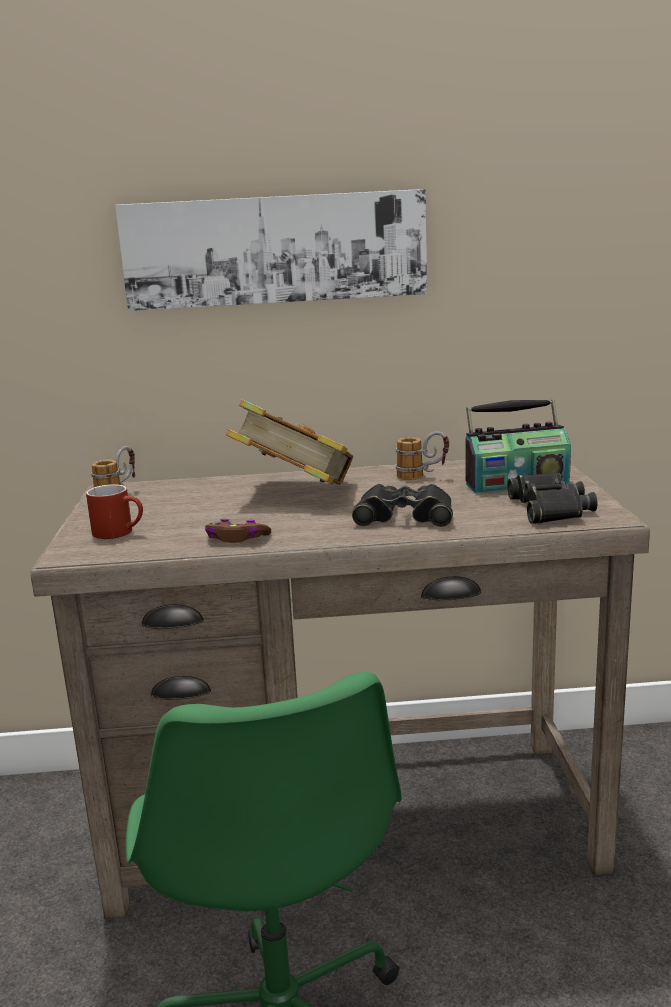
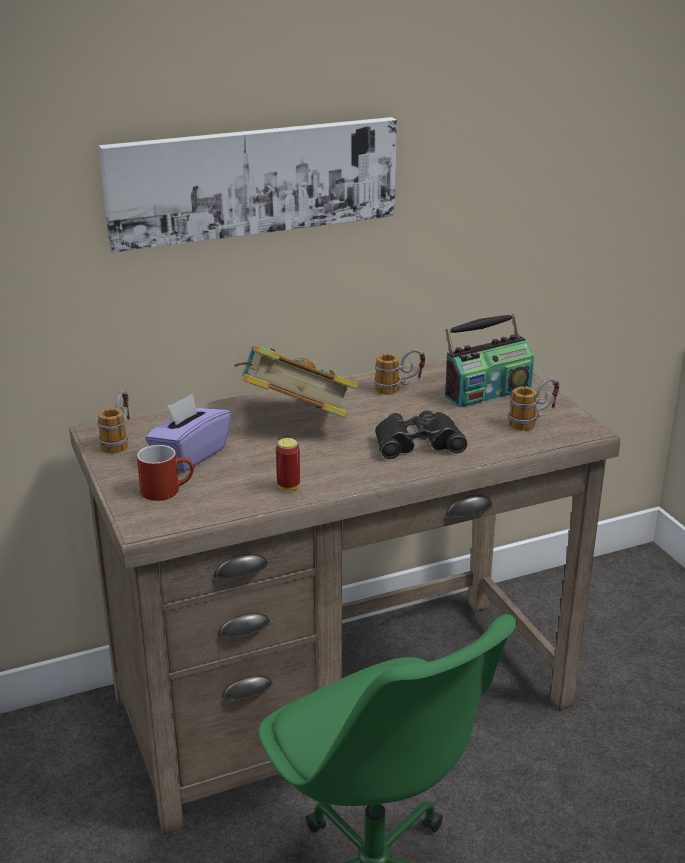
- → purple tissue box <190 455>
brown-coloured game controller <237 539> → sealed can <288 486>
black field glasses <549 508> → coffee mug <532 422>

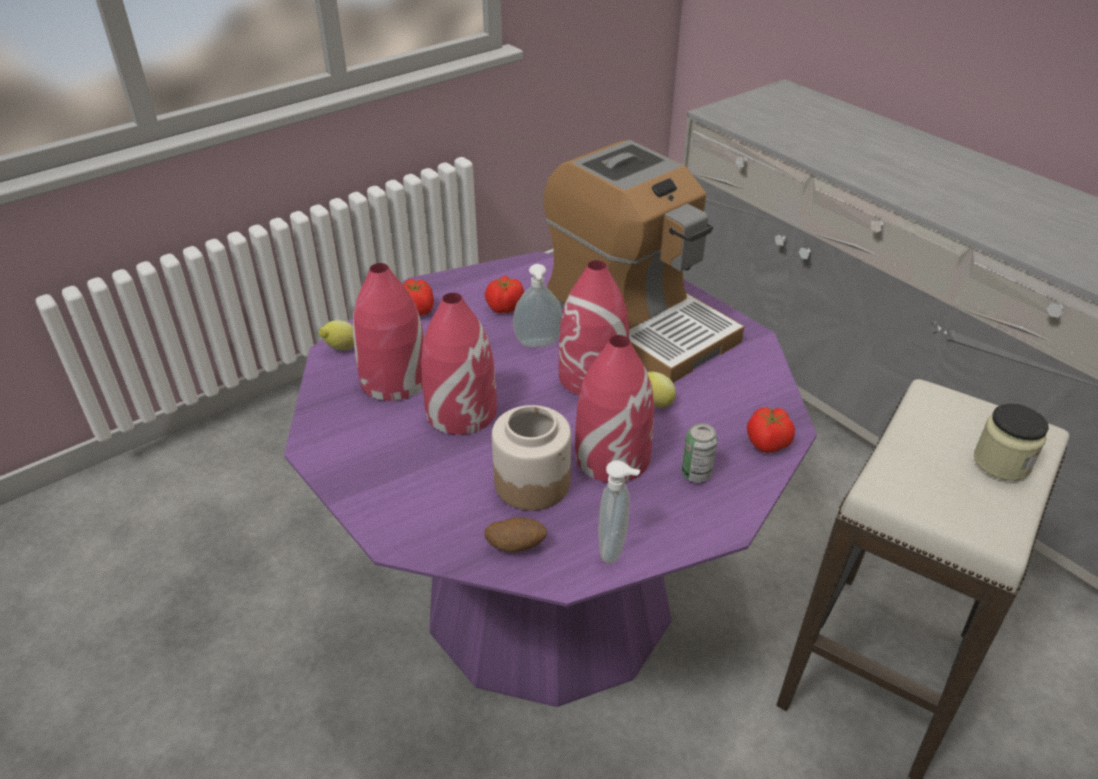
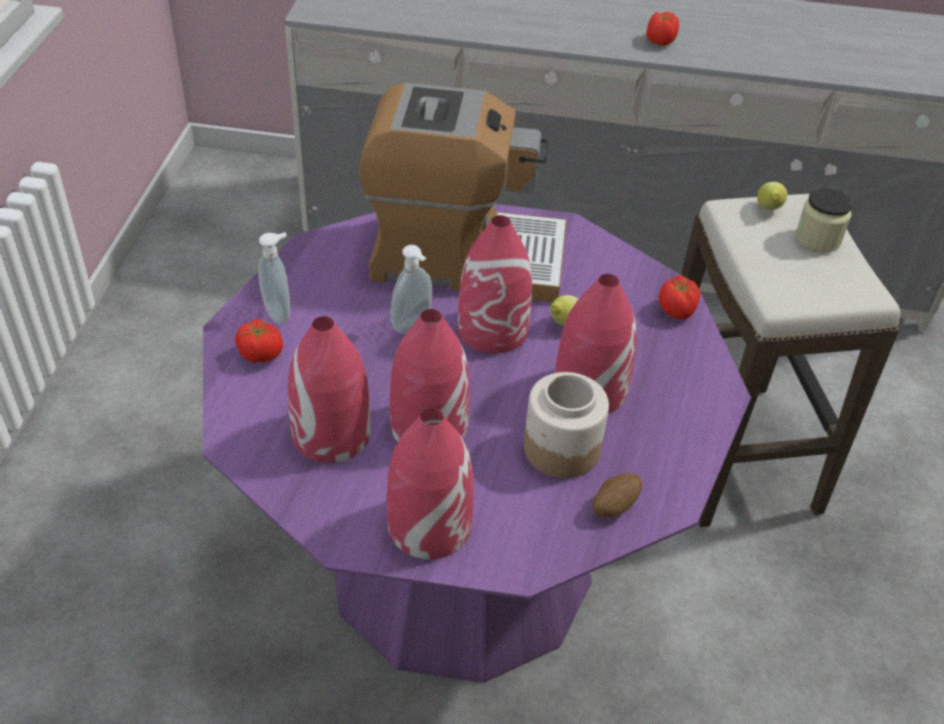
sealed can <696 474> → -
- → red-coloured flower vase <428 525>
citrus fruit <341 349> → citrus fruit <768 209>, relocated
tomato <504 307> → tomato <659 41>, relocated
liquid soap bottle <615 548> → liquid soap bottle <279 312>, relocated

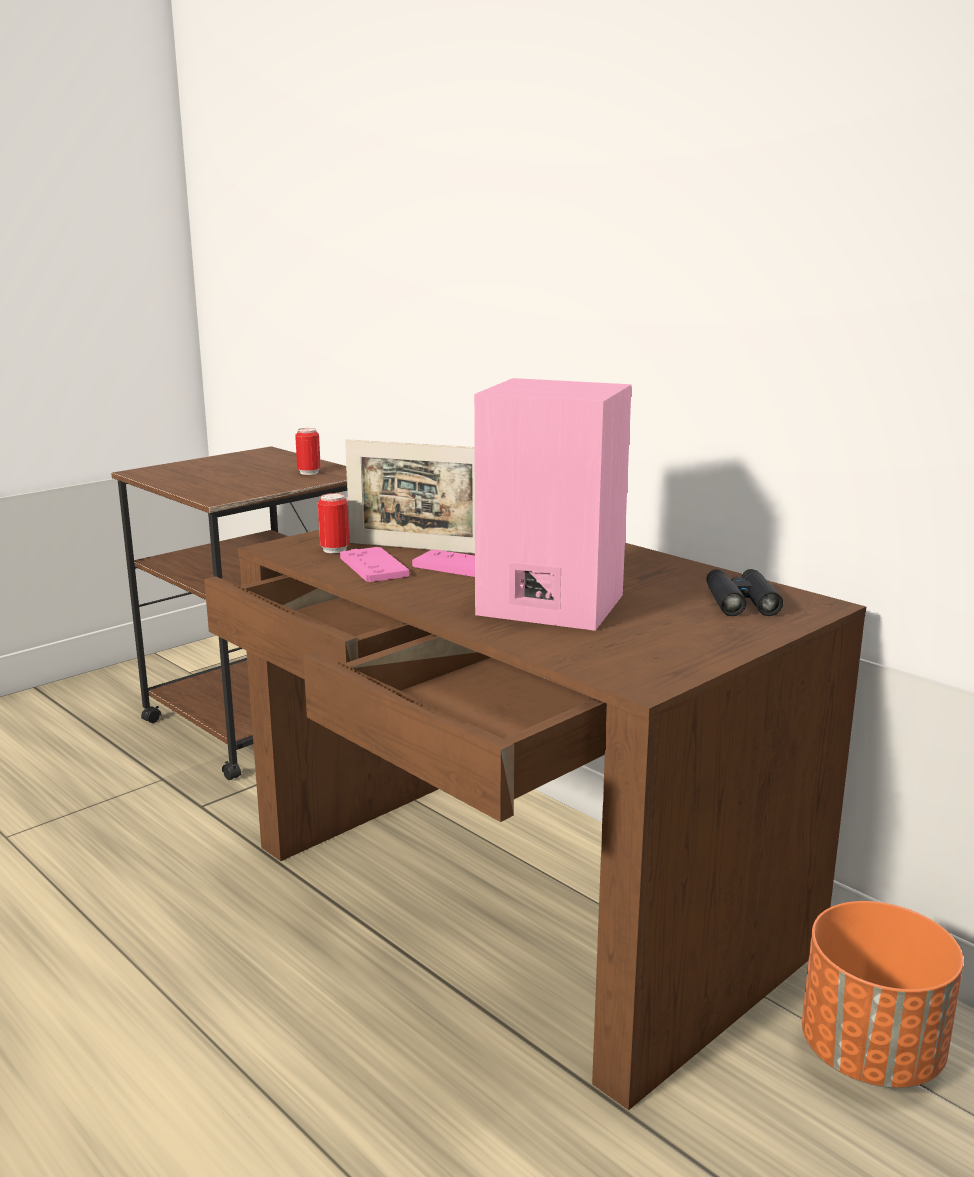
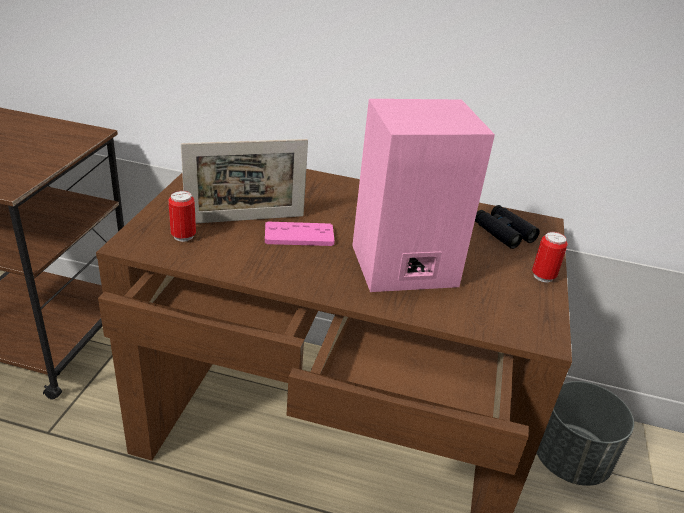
pink-coloured game controller <373 566> → -
sealed can <309 472> → sealed can <543 276>, relocated
orange plant pot <872 1053> → gray plant pot <570 460>

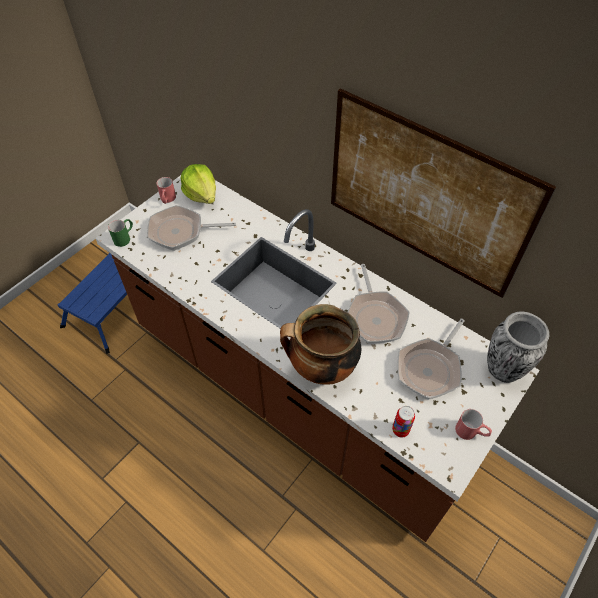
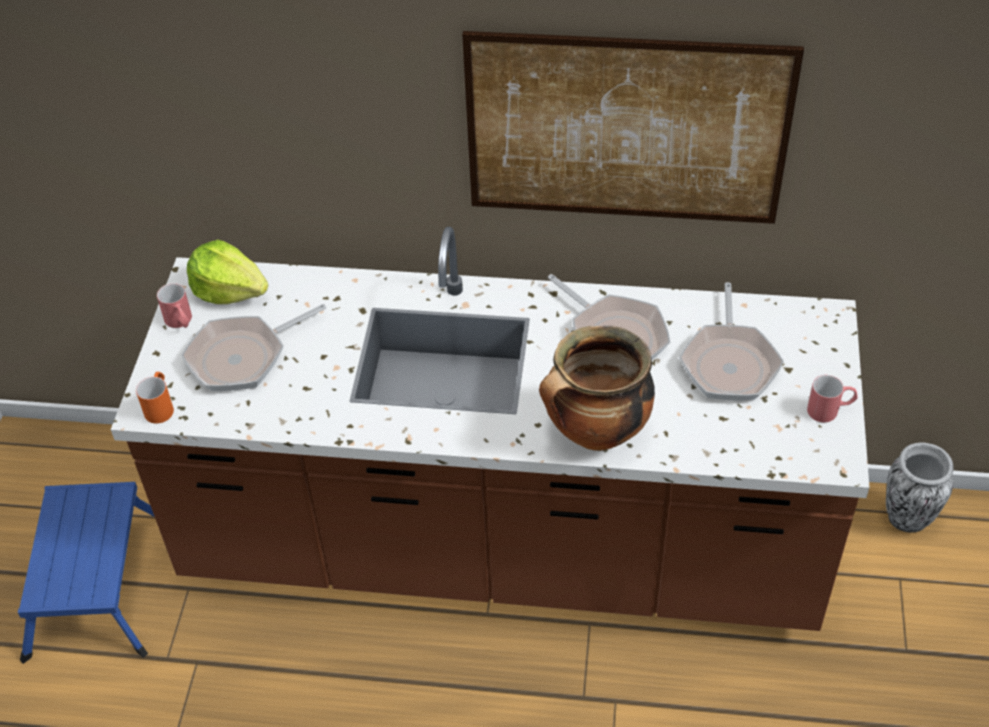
sealed can <400 430> → -
flower vase <503 370> → flower vase <907 518>, relocated
green coffee mug <125 237> → orange coffee mug <160 406>

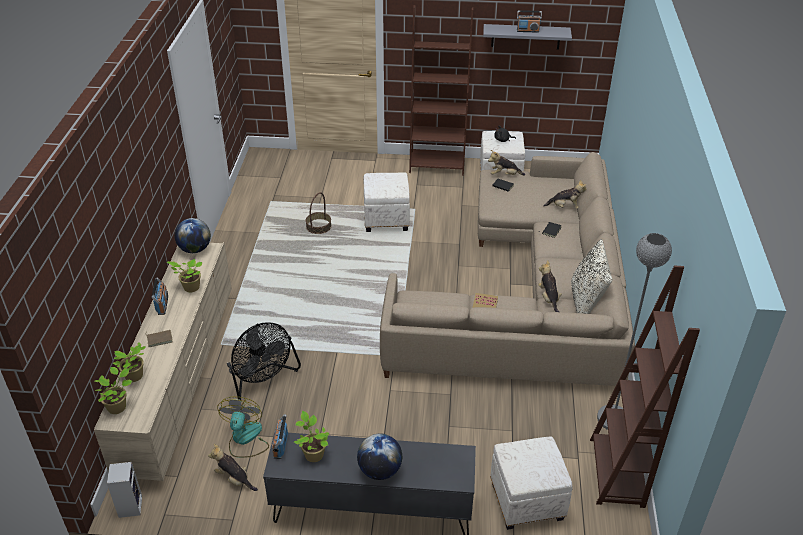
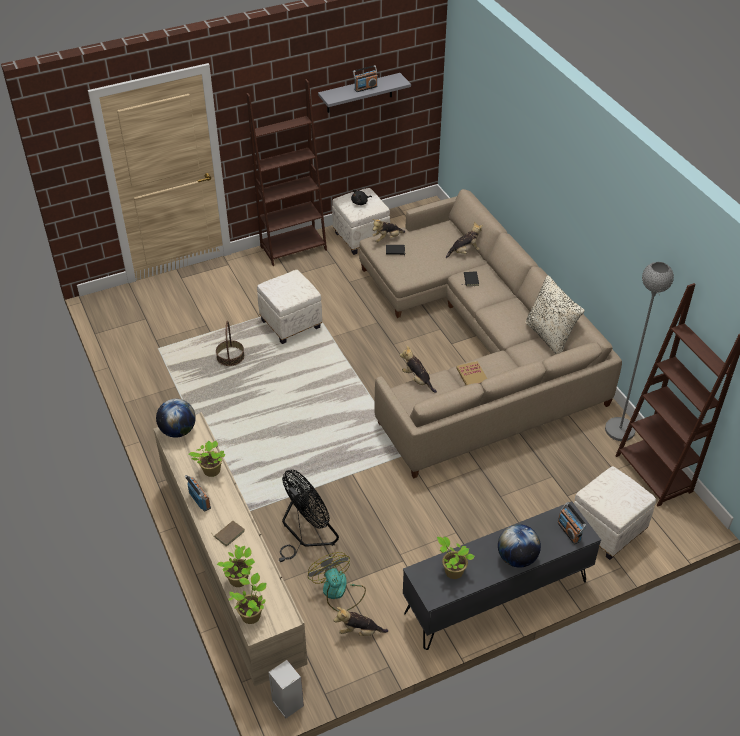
radio <280 445> → radio <569 532>, relocated
cuddly toy <548 298> → cuddly toy <417 380>, relocated
black fan <259 379> → black fan <303 531>, 60 degrees counterclockwise

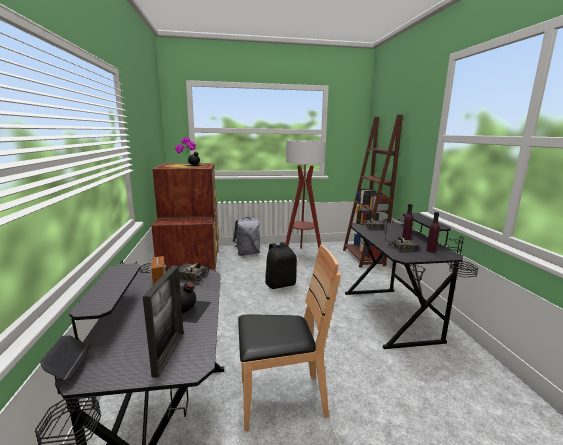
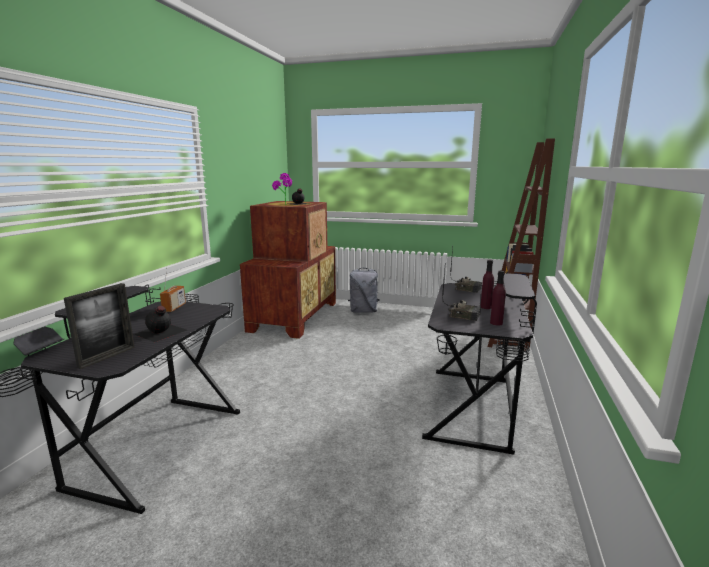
radio <191 278> → -
brown-coloured chair <281 399> → -
black rucksack <280 284> → -
standard lamp <302 255> → -

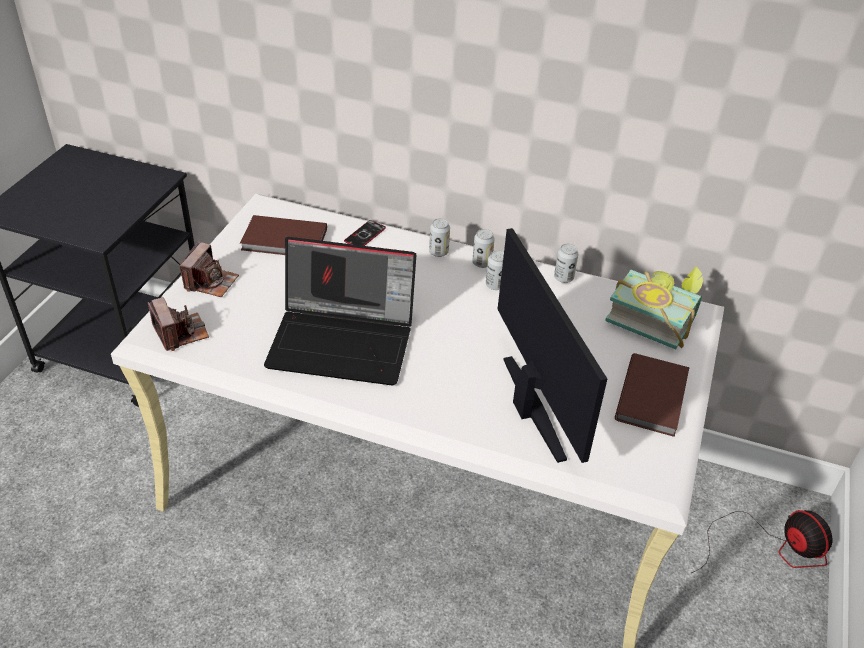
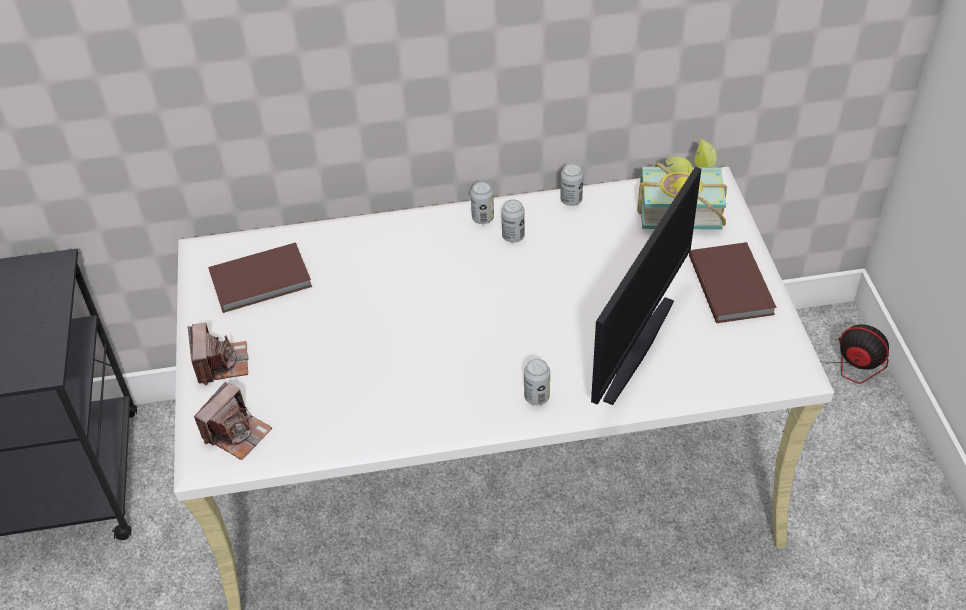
notebook computer <344 341> → -
phone <365 235> → -
sealed can <438 252> → sealed can <537 397>, relocated
photo camera <181 333> → photo camera <237 433>, 90 degrees clockwise
computer screen <528 408> → computer screen <634 348>, 75 degrees clockwise

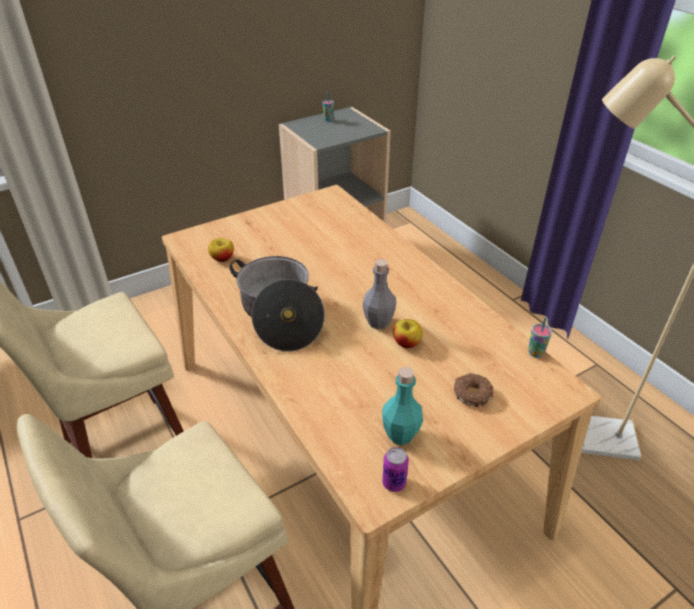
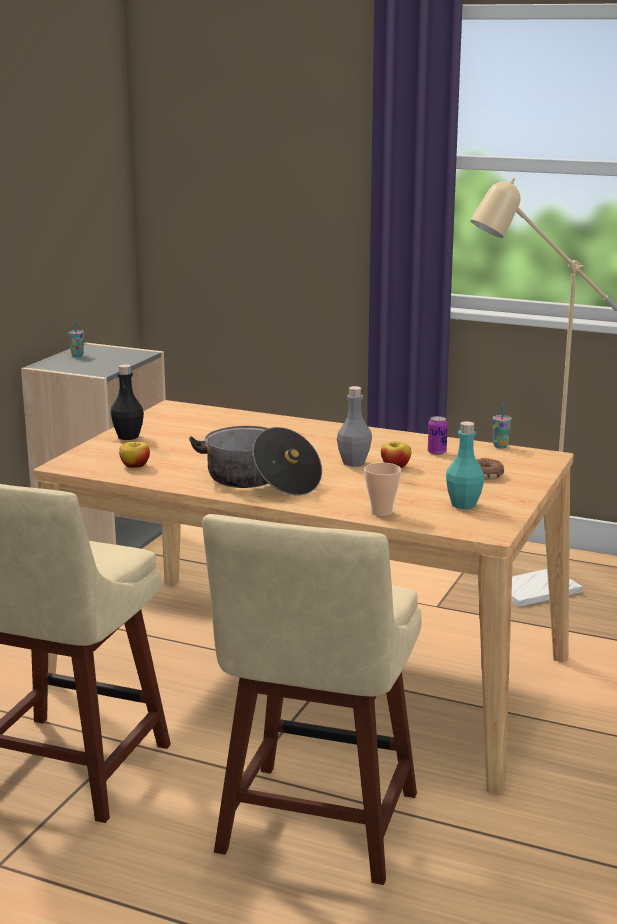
- → black bottle <128 436>
- → small cup <381 512>
sealed can <394 483> → sealed can <437 452>, relocated

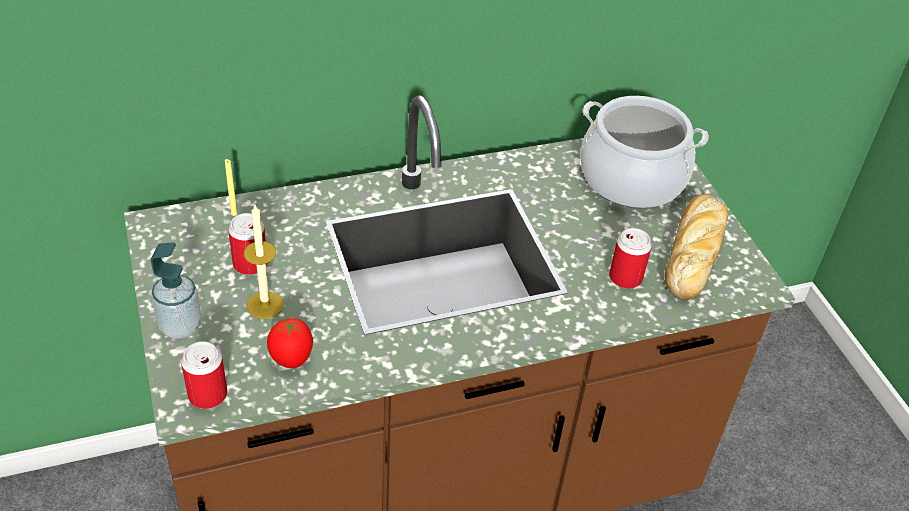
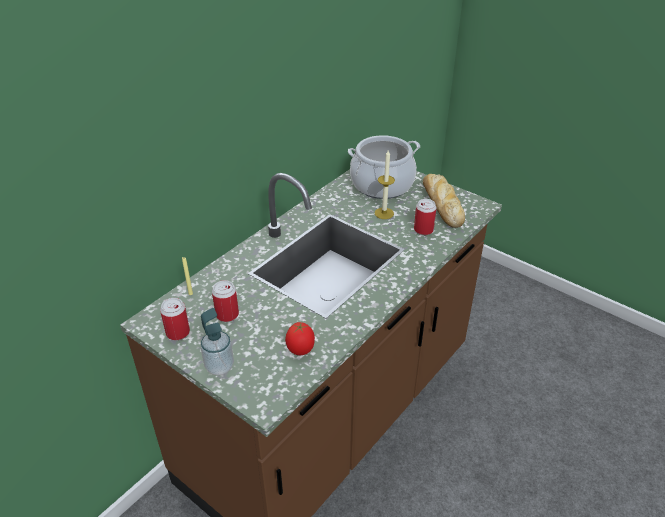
sealed can <207 395> → sealed can <178 332>, relocated
wax candle <265 305> → wax candle <384 213>, relocated

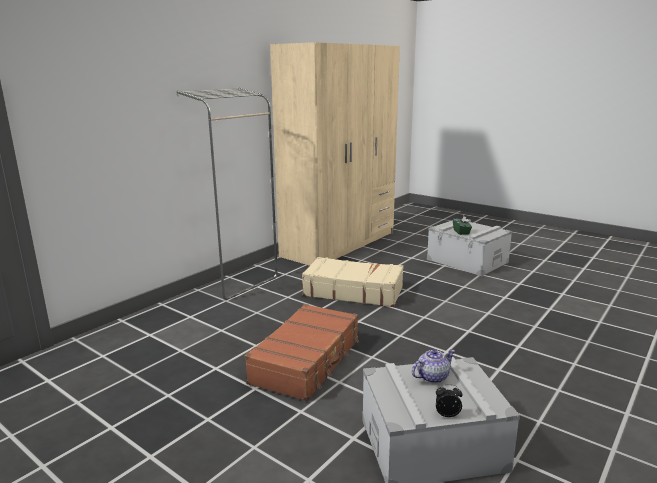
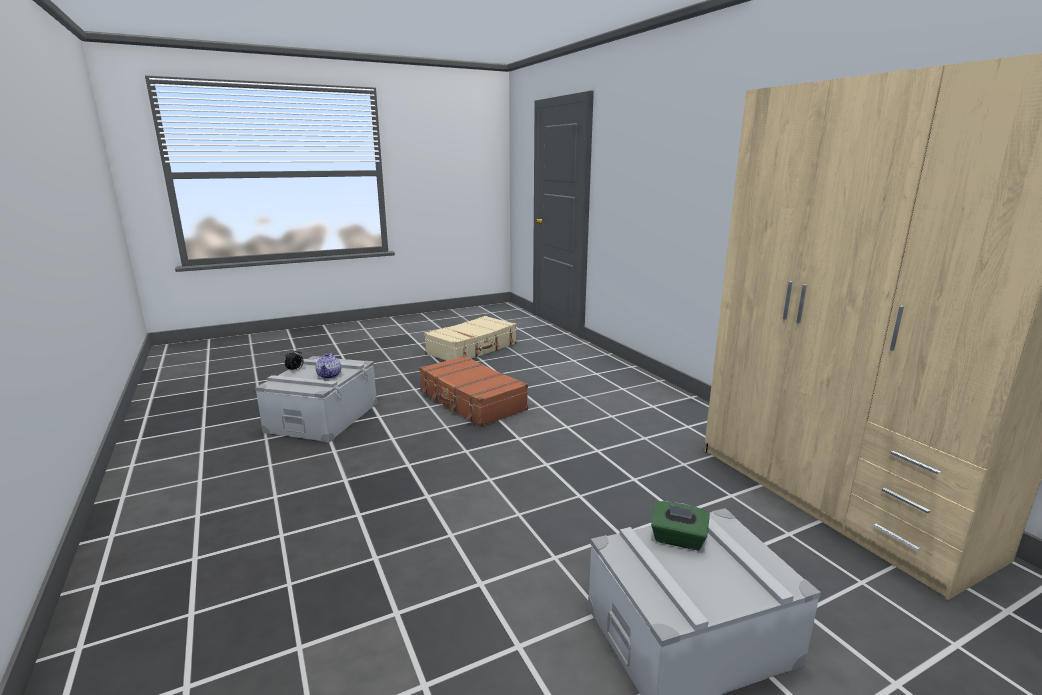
gray garment rack <239 283> → -
sand-coloured travel case <353 291> → sand-coloured travel case <472 349>, relocated

